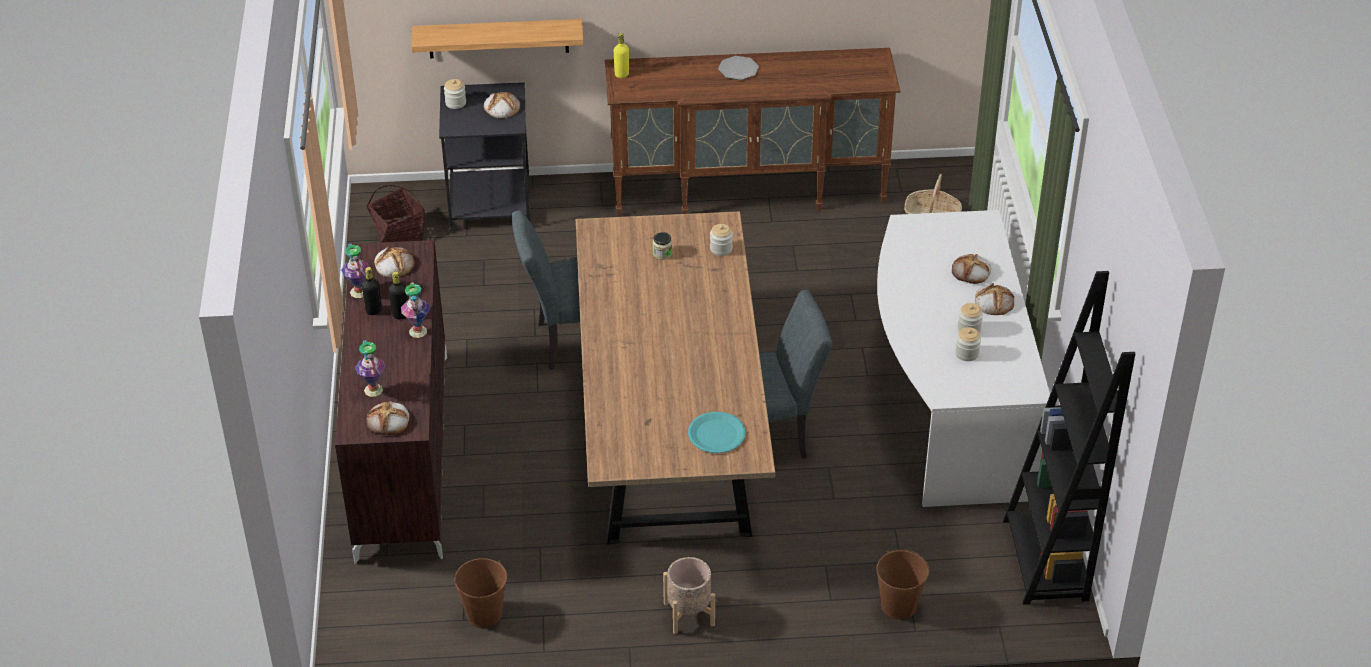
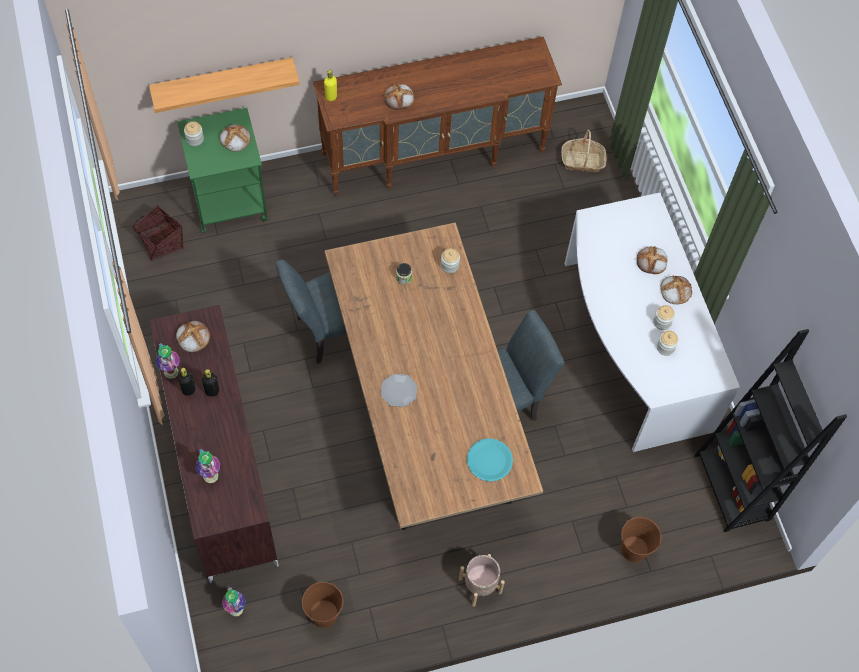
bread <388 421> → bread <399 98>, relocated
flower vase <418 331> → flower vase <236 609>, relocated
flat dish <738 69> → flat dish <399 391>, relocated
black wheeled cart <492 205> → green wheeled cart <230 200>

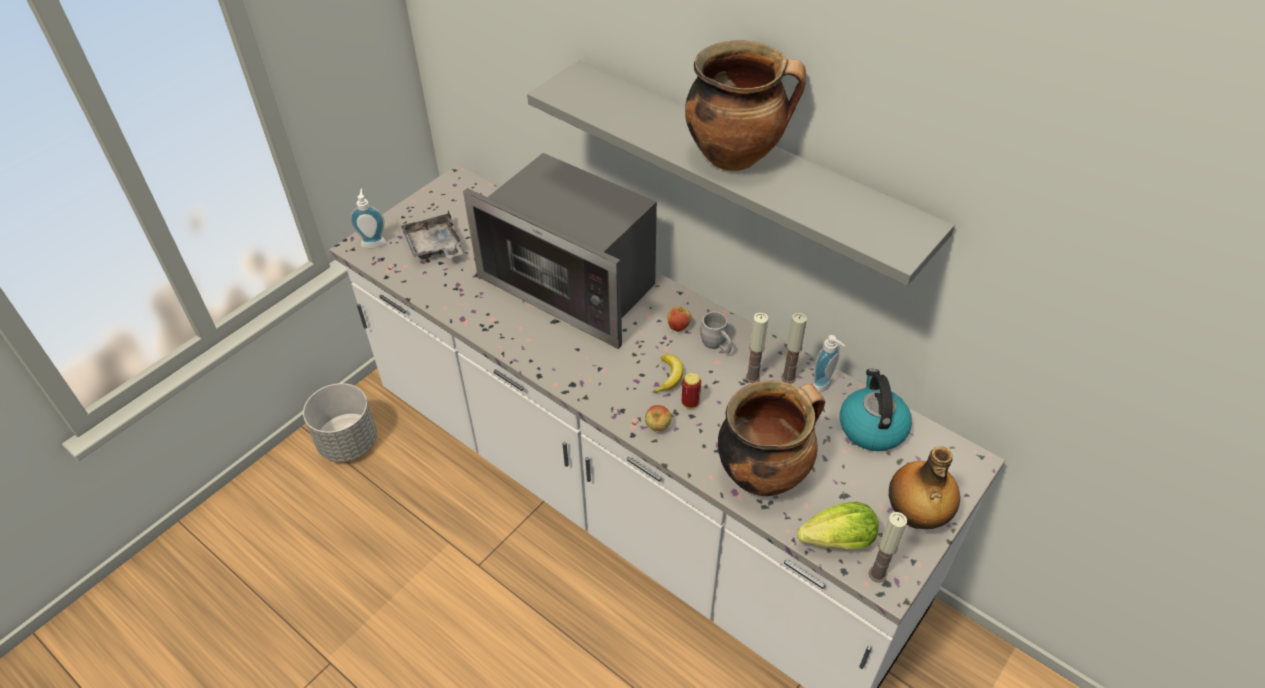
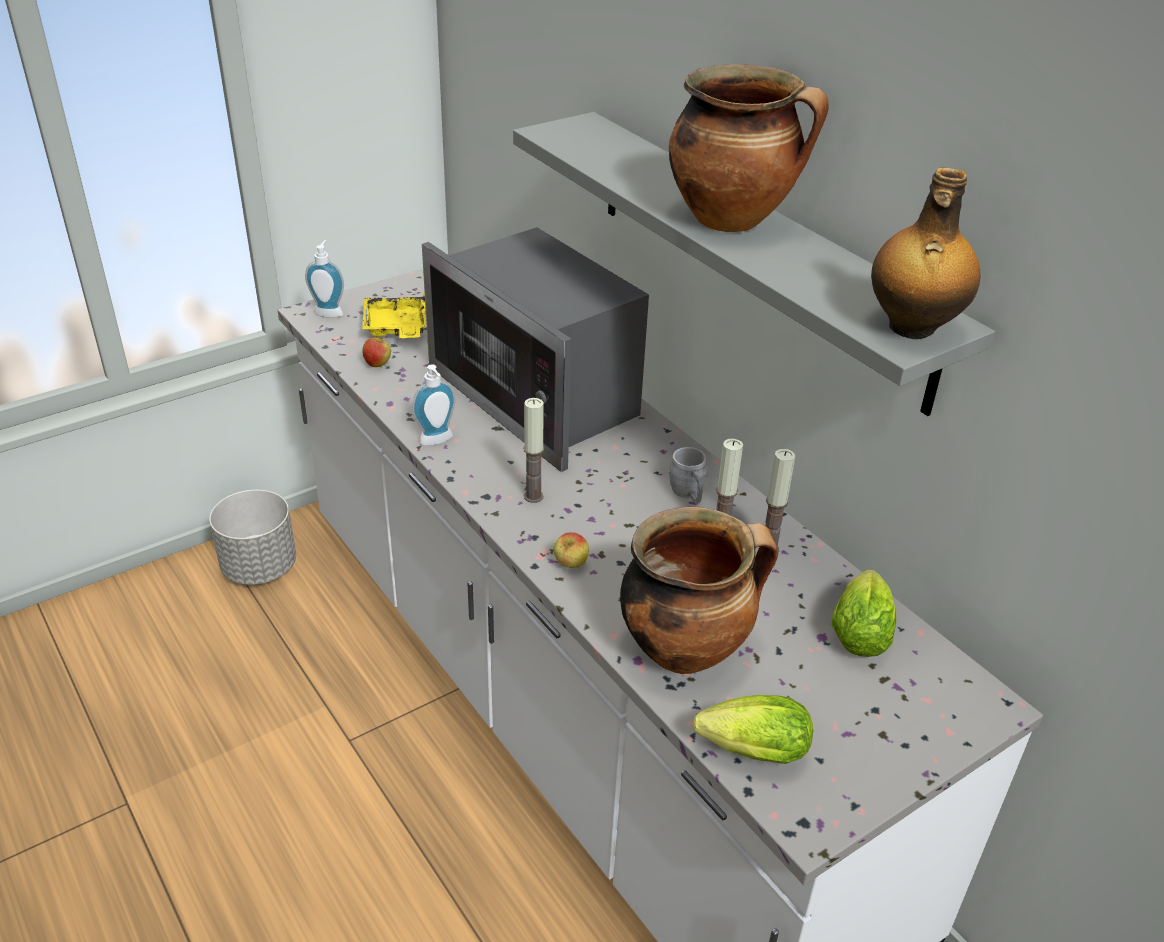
banana <669 377> → -
sealed can <690 403> → -
apple <678 327> → apple <378 364>, relocated
liquid soap bottle <824 387> → liquid soap bottle <437 441>, relocated
wax candle <877 574> → wax candle <533 496>, relocated
bottle <914 516> → bottle <911 328>, relocated
water kettle <871 427> → head of lettuce <860 630>
gray serving tray <435 246> → yellow-coloured serving tray <396 328>

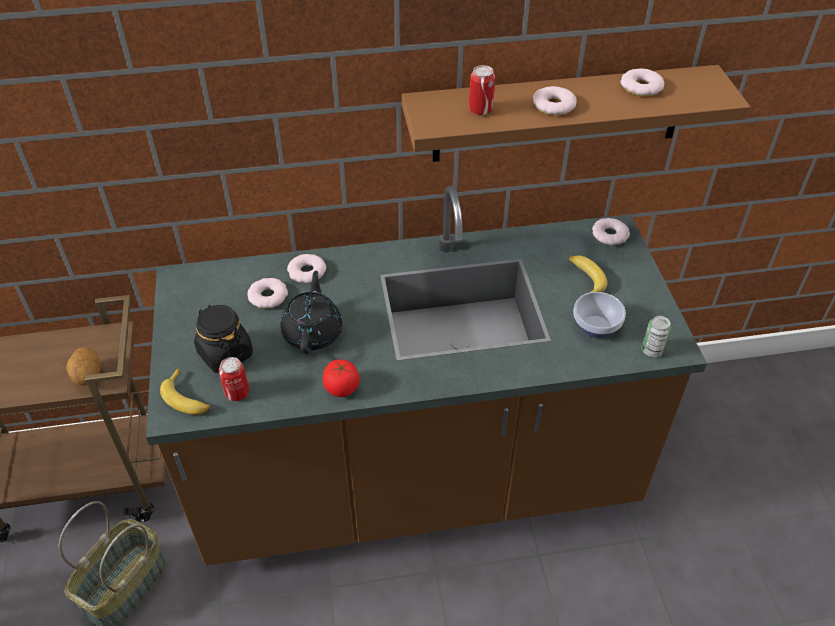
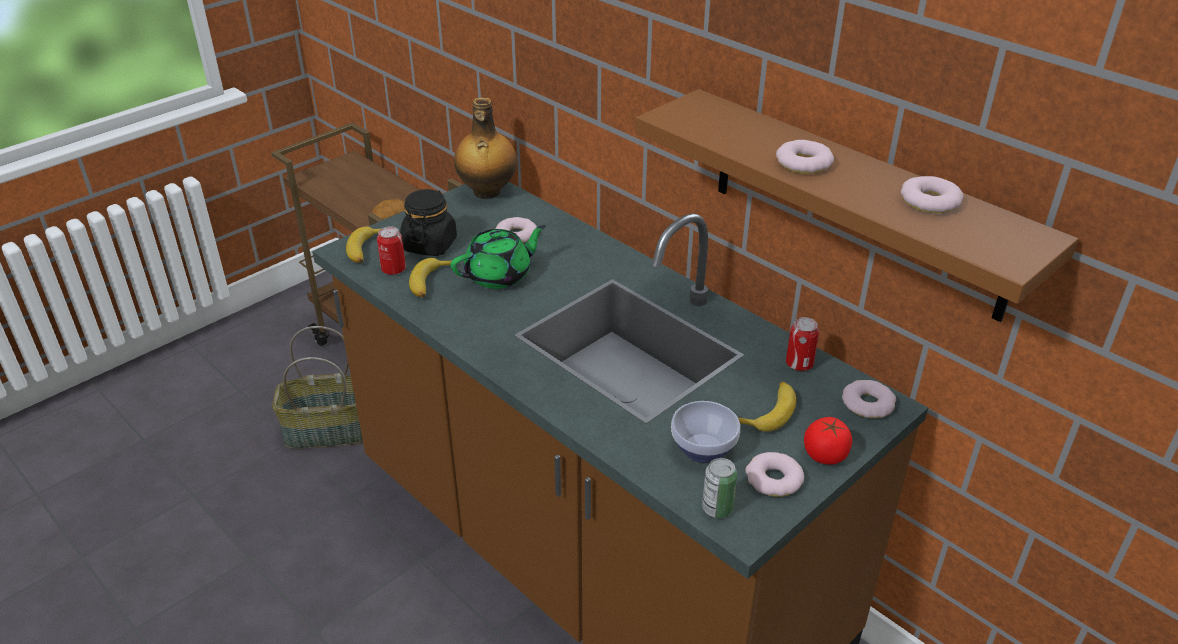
- → banana <430 283>
- → bottle <487 192>
doughnut <307 272> → doughnut <774 479>, relocated
tomato <342 387> → tomato <825 455>, relocated
sealed can <480 110> → sealed can <799 364>, relocated
black pot for tea <313 332> → green pot for tea <499 275>

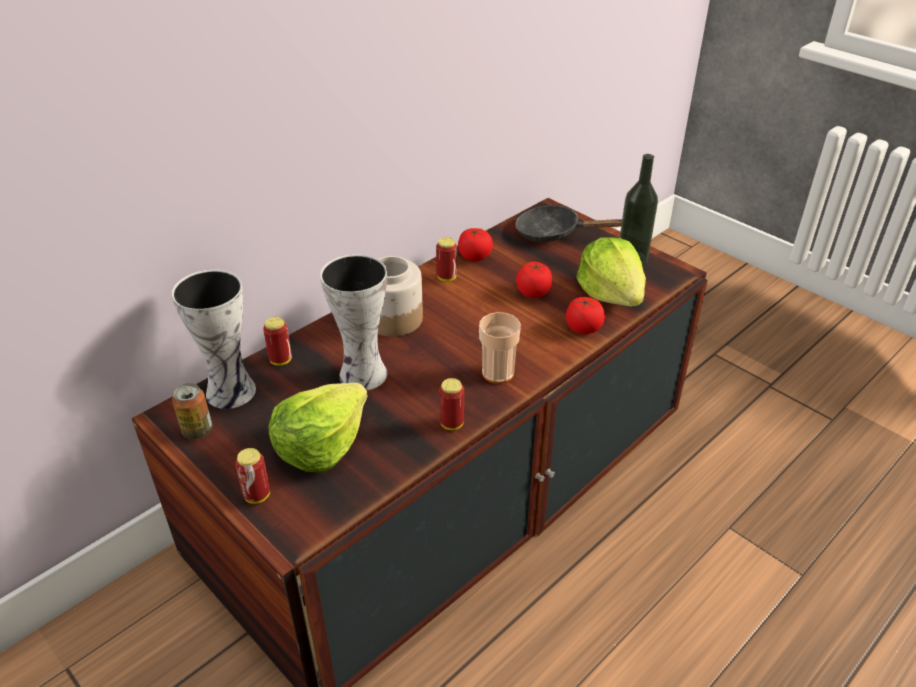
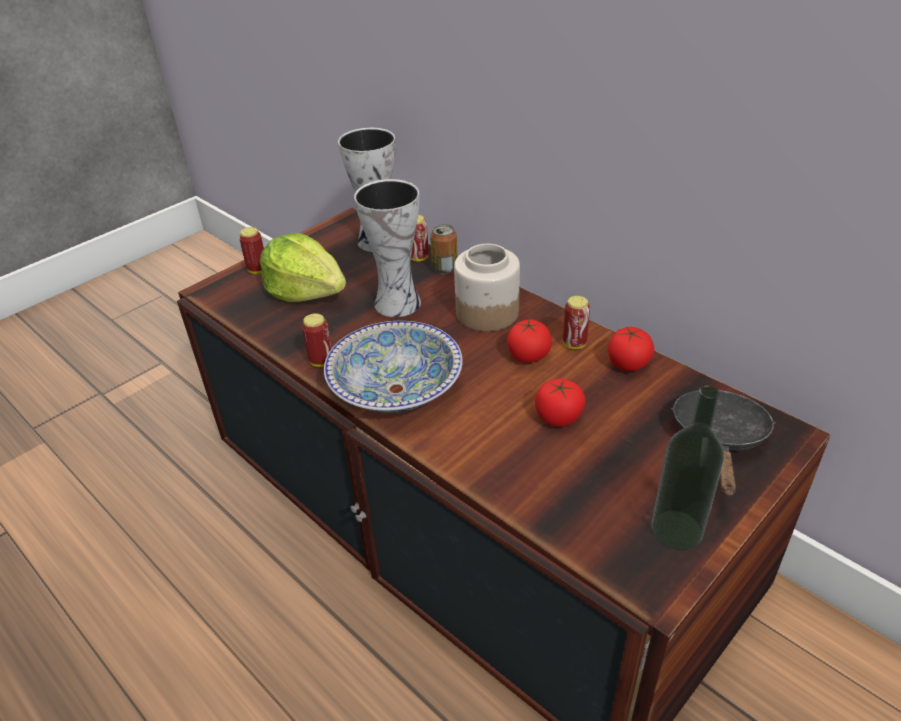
head of lettuce <611 293> → -
sealed can <197 430> → sealed can <445 269>, relocated
tomato <583 328> → tomato <528 356>, relocated
small cup <497 373> → deep dish <396 390>

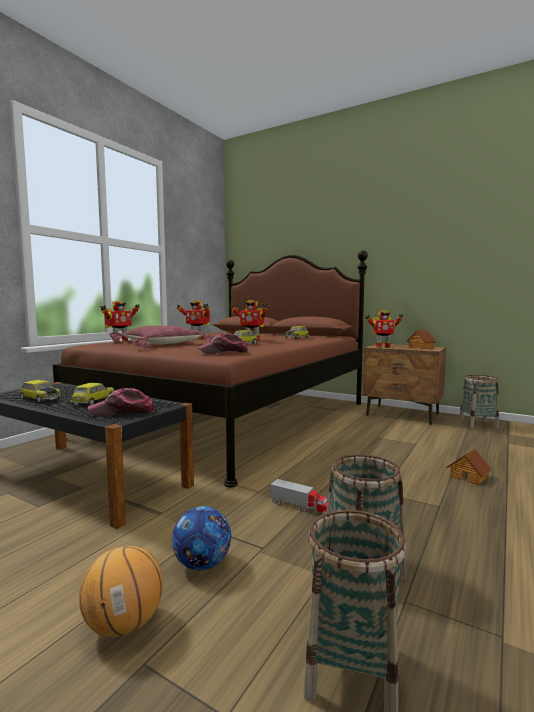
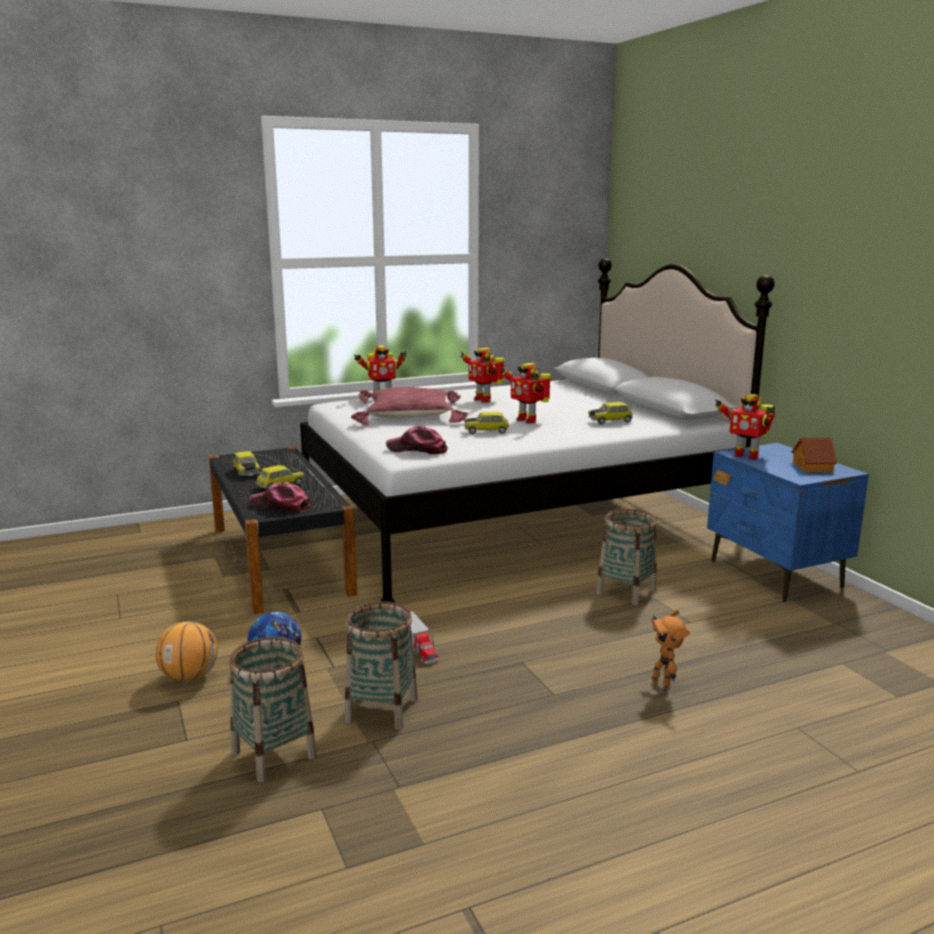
basket <478 424> → basket <626 592>, relocated
miniature house <469 477> → toy robot <663 681>
brown-coloured bed <231 418> → whitish bed <513 521>
brown-coloured bedside table <403 414> → blue-coloured bedside table <775 574>

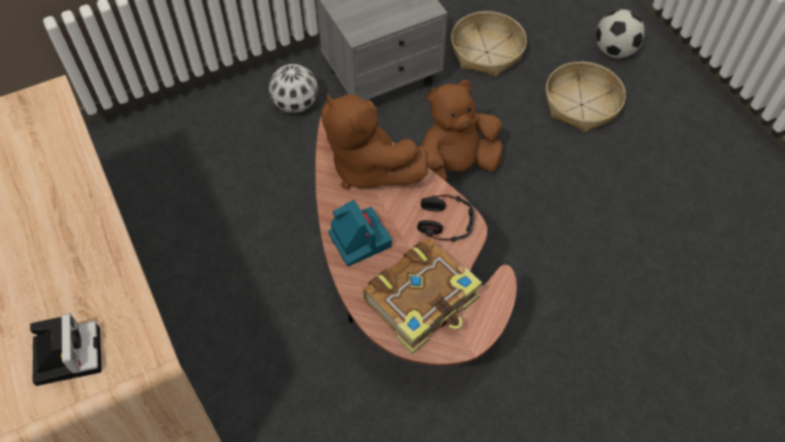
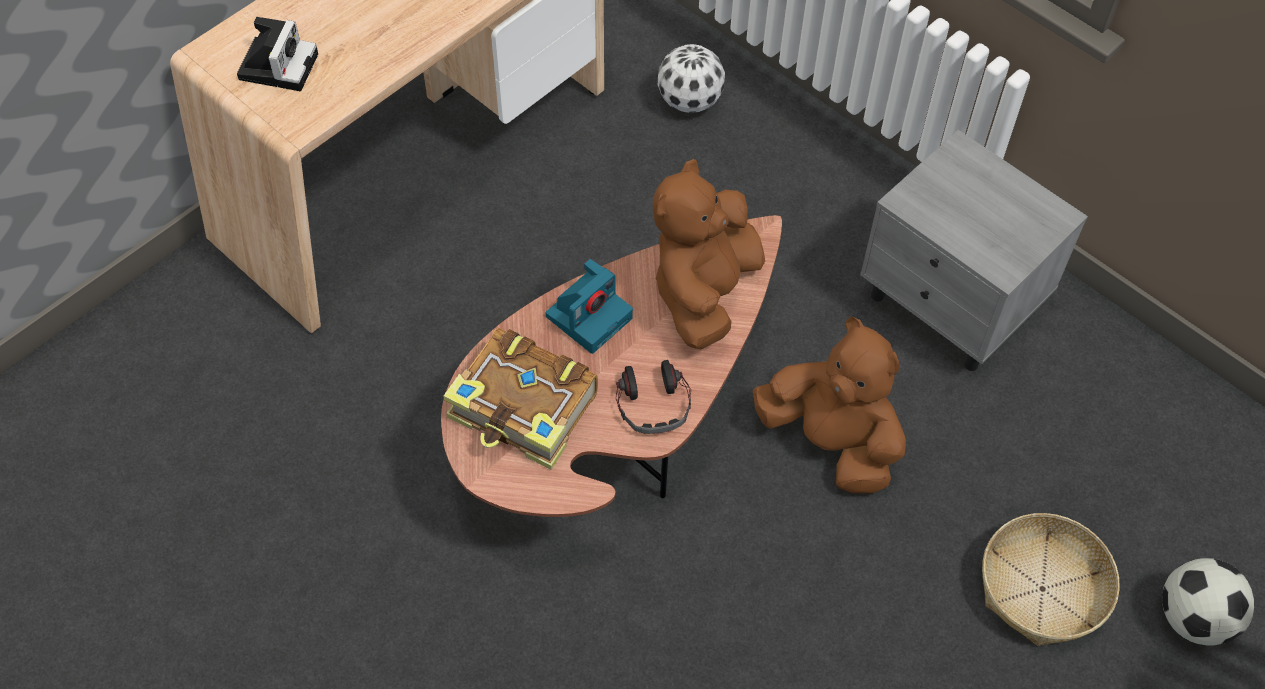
basket <487 52> → -
football <295 105> → football <689 101>, relocated
photo camera <67 353> → photo camera <278 64>, 45 degrees counterclockwise

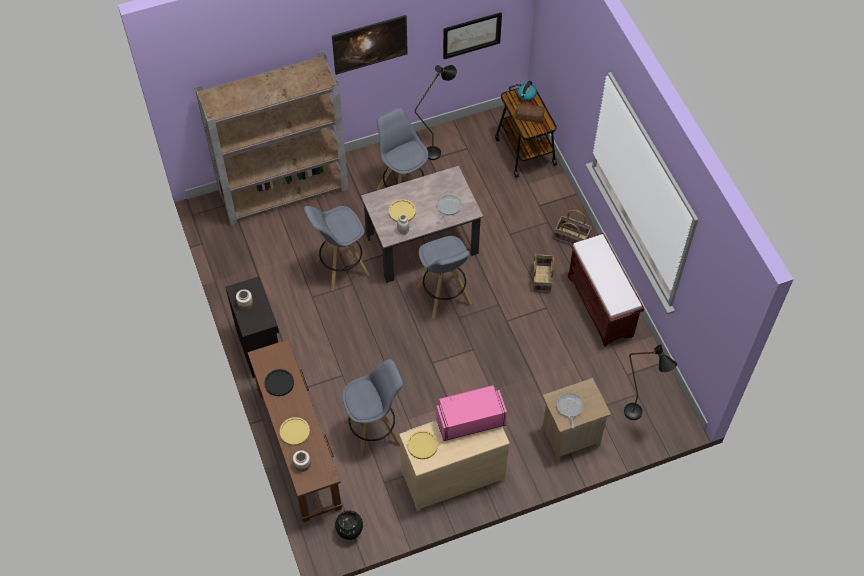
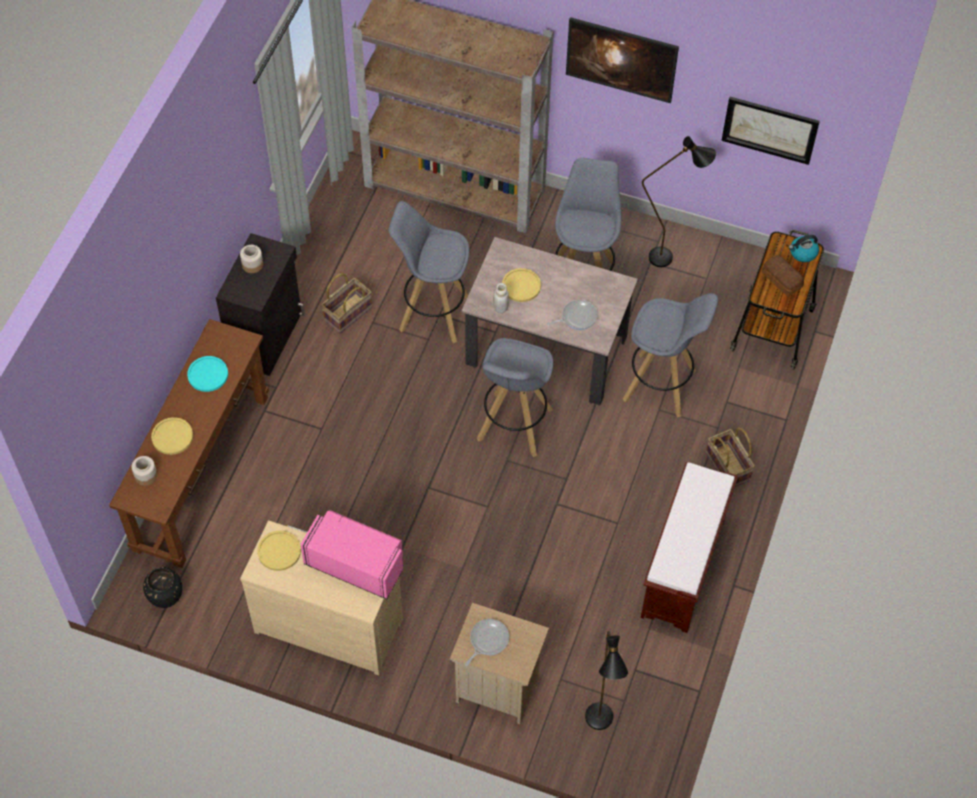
gray stool <375 432> → gray stool <661 386>, relocated
basket <541 278> → basket <347 313>, relocated
black flat dish <279 383> → turquoise-coloured flat dish <208 374>

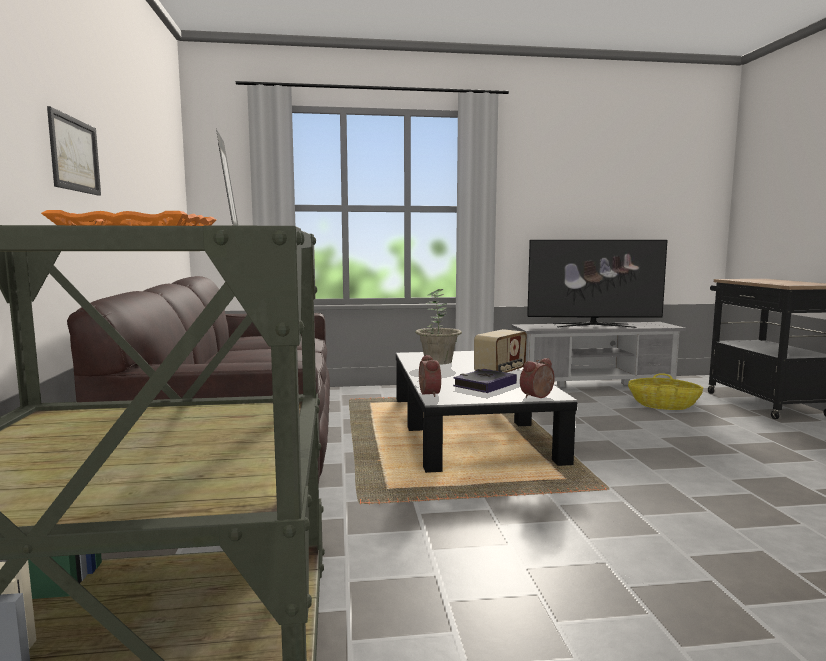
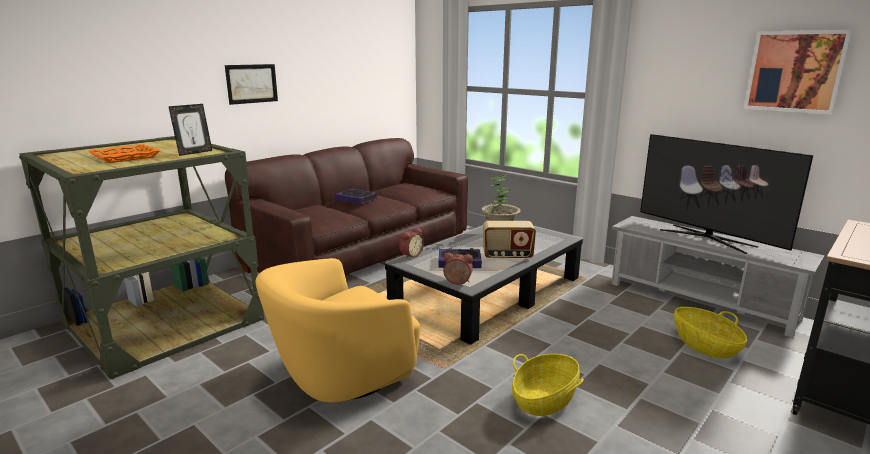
- → yellow-coloured lounge chair <341 377>
- → volume <356 199>
- → basket <544 399>
- → picture <794 71>

